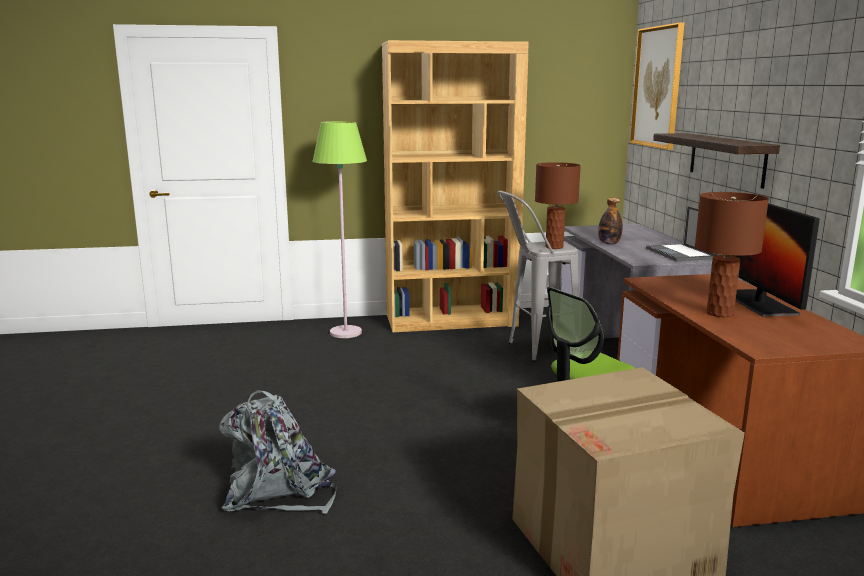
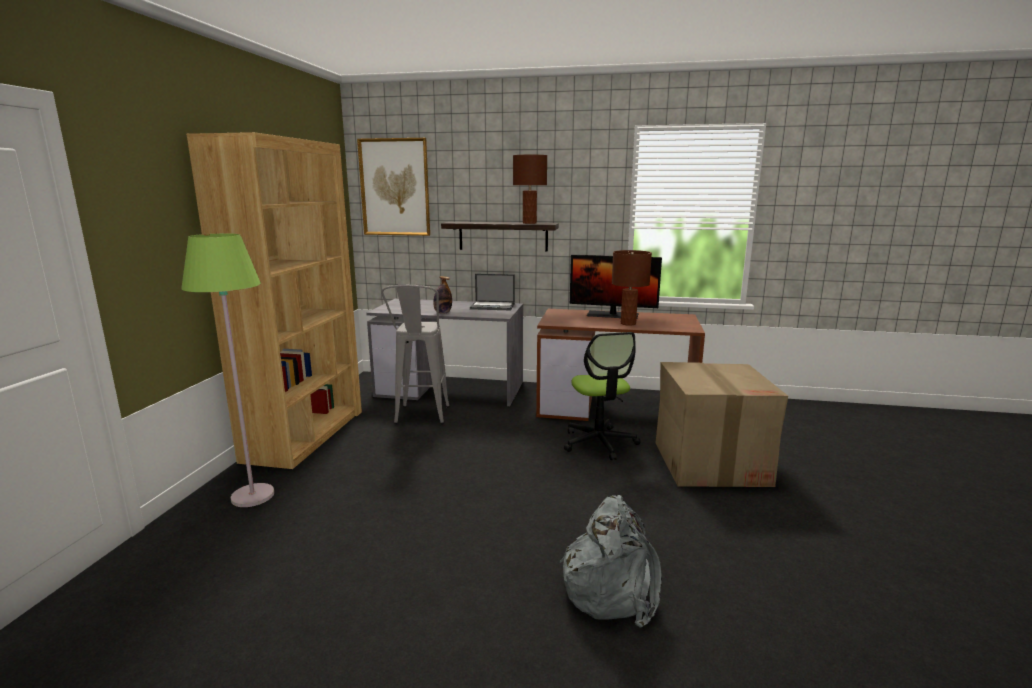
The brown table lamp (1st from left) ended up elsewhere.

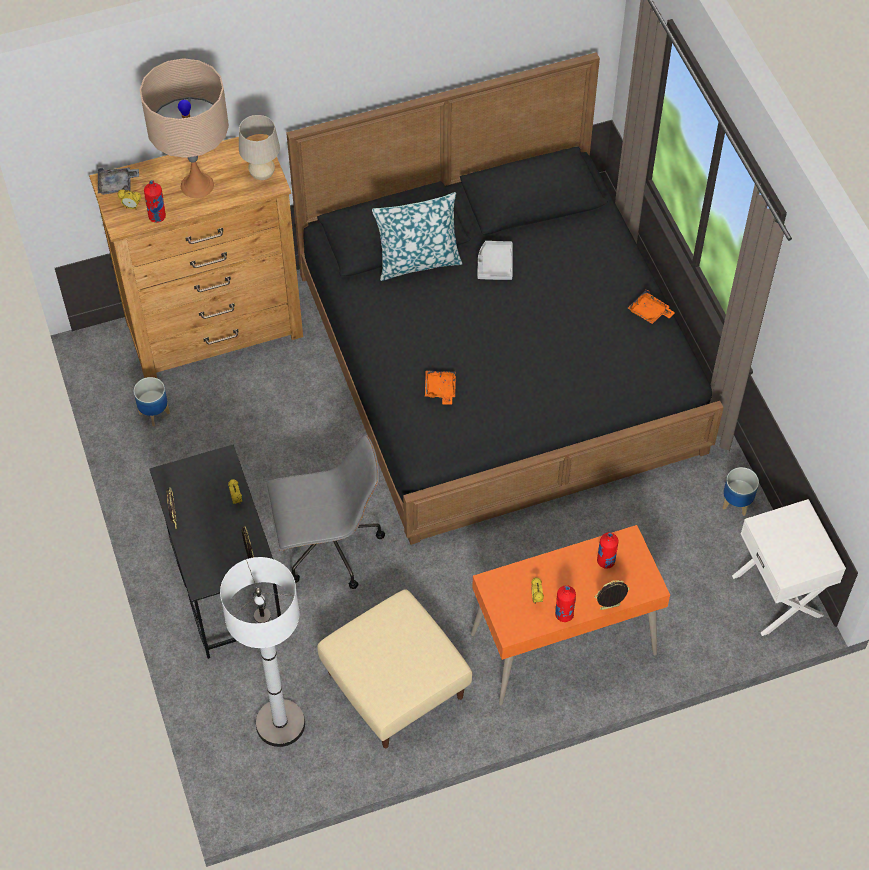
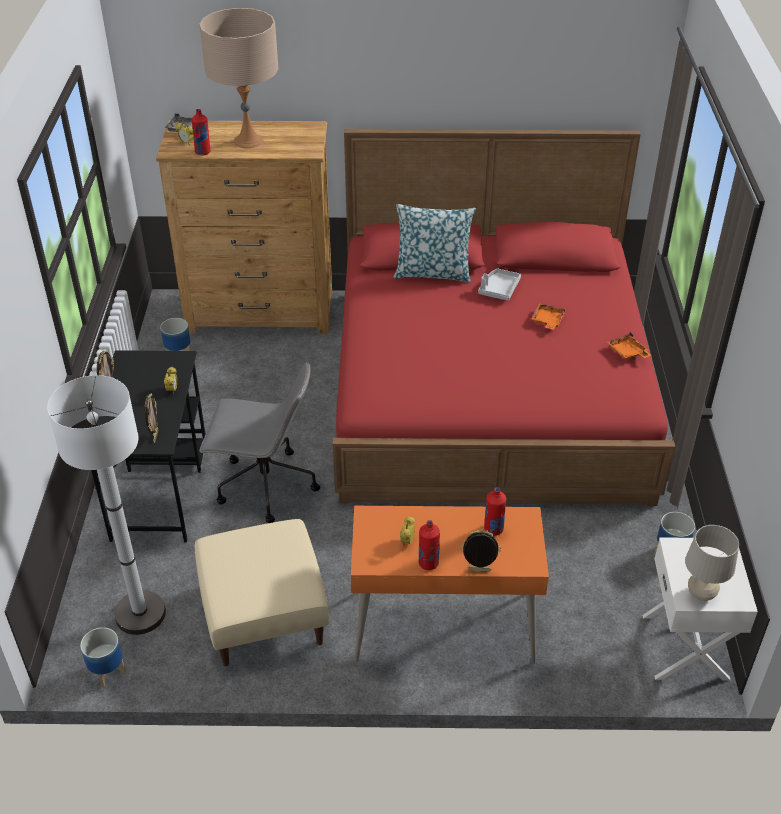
What was the black bed turned into the red bed.
The beige table lamp (2nd from left) ended up elsewhere.
The orange tray (1st from left) ended up elsewhere.
The second view gained the planter (1st from left).

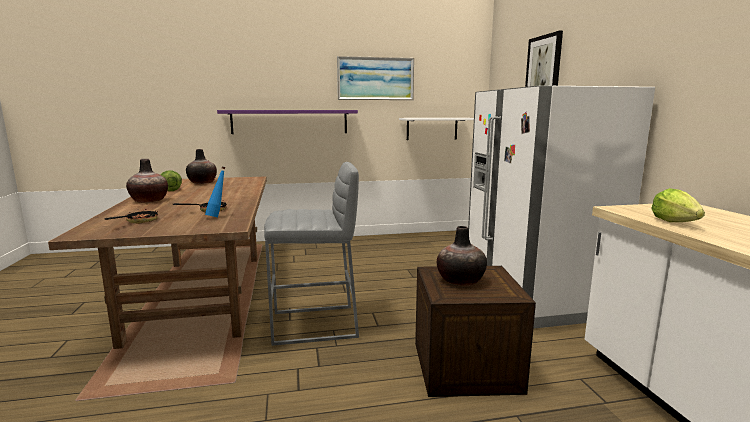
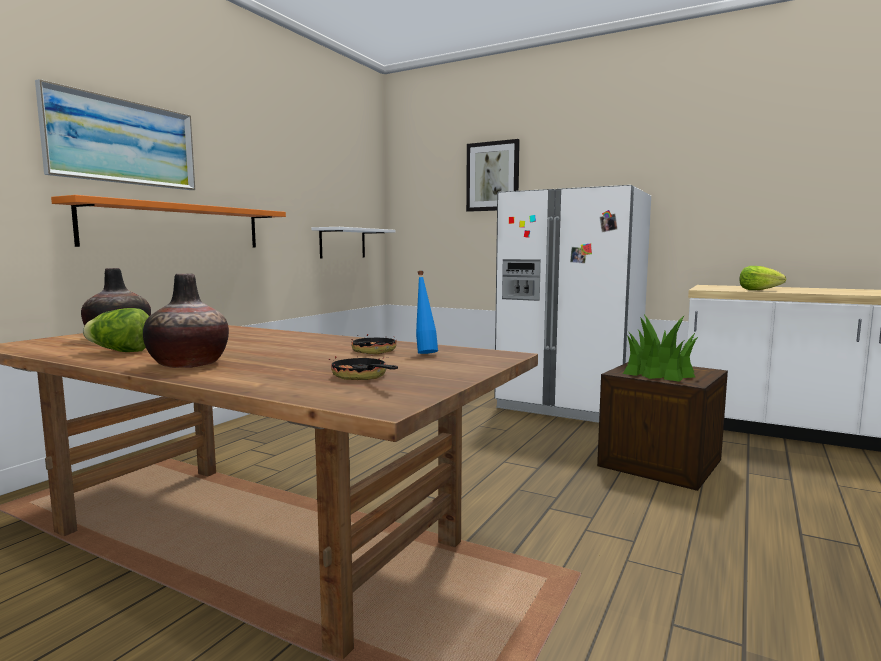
The picture (1st from left) ended up elsewhere.
What was the purple shelf turned into the orange shelf.
The second view lost the grey stool.
Where the vase (3rd from left) stood, the potted plant came to stand.

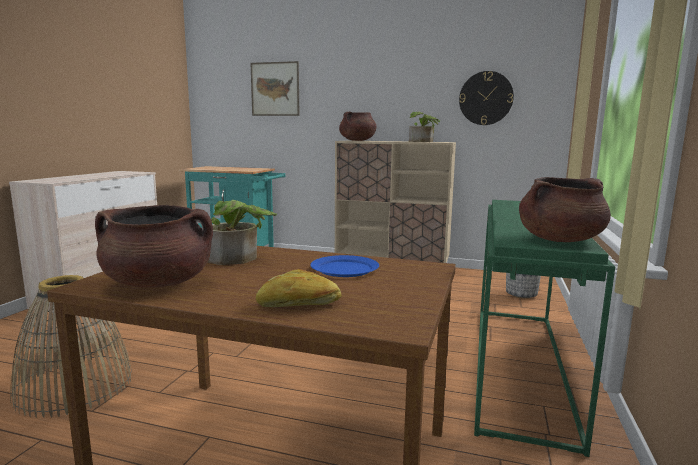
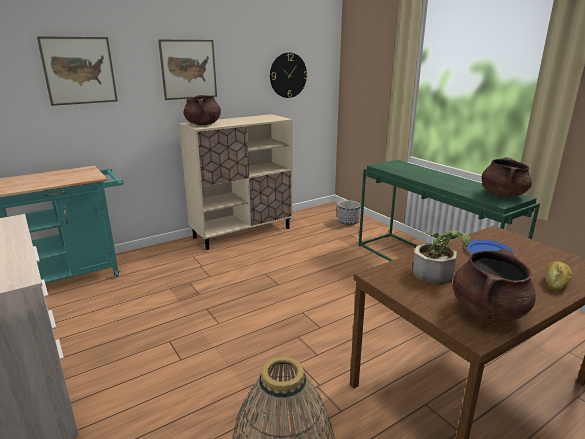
The second view lost the potted plant (2nd from left).
The second view gained the picture (2nd from left).

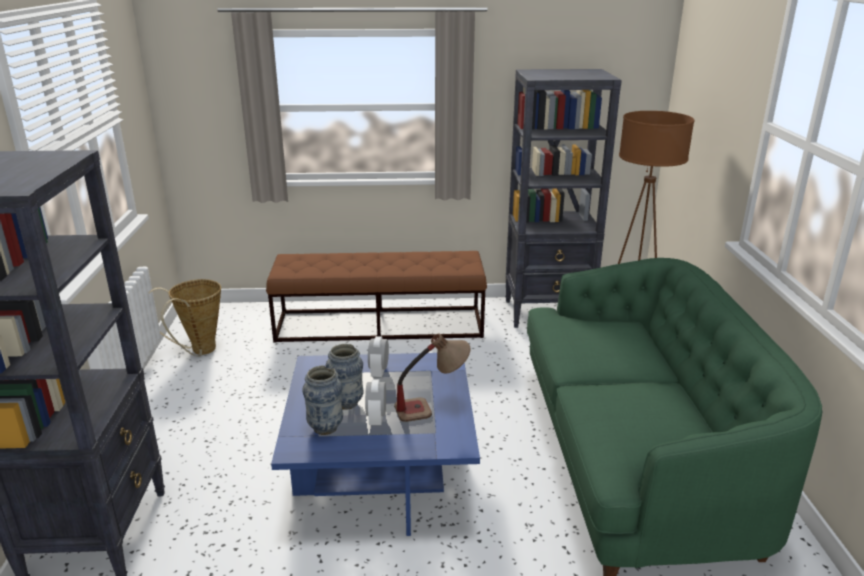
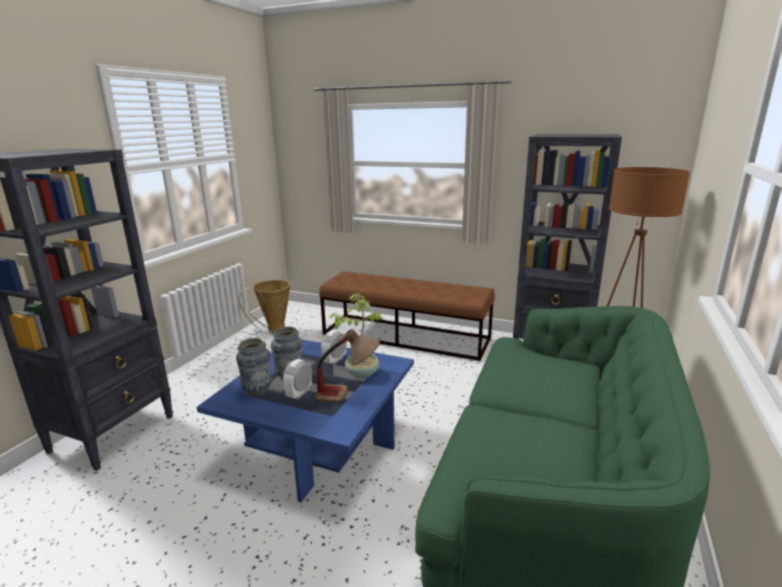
The second view gained the potted plant.

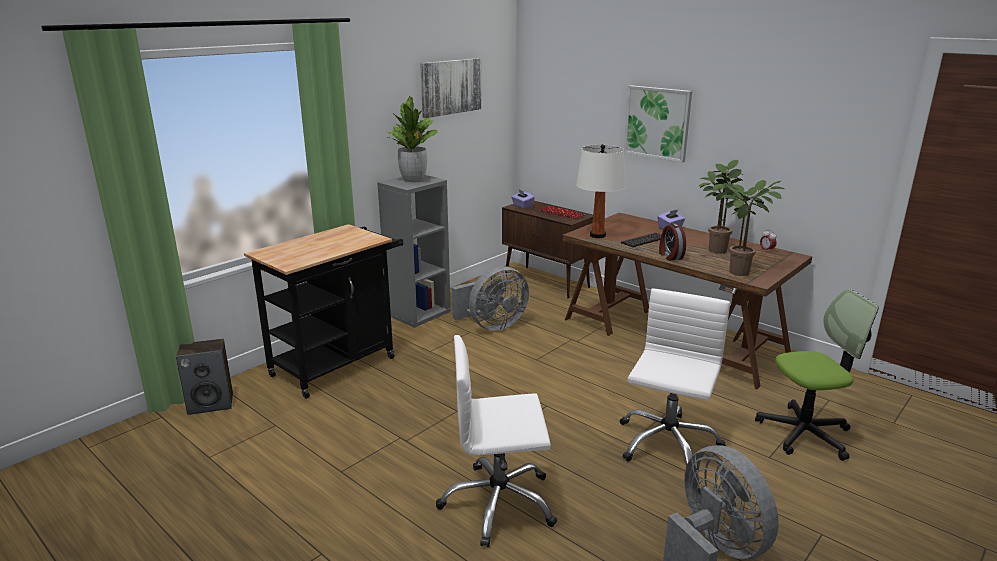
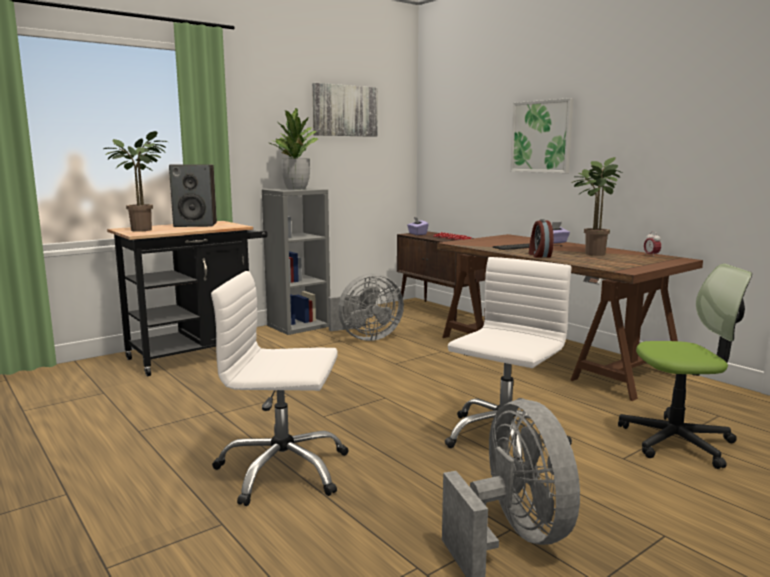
The second view lost the white table lamp.
The potted plant (3rd from left in the first image) ended up elsewhere.
The speaker ended up elsewhere.

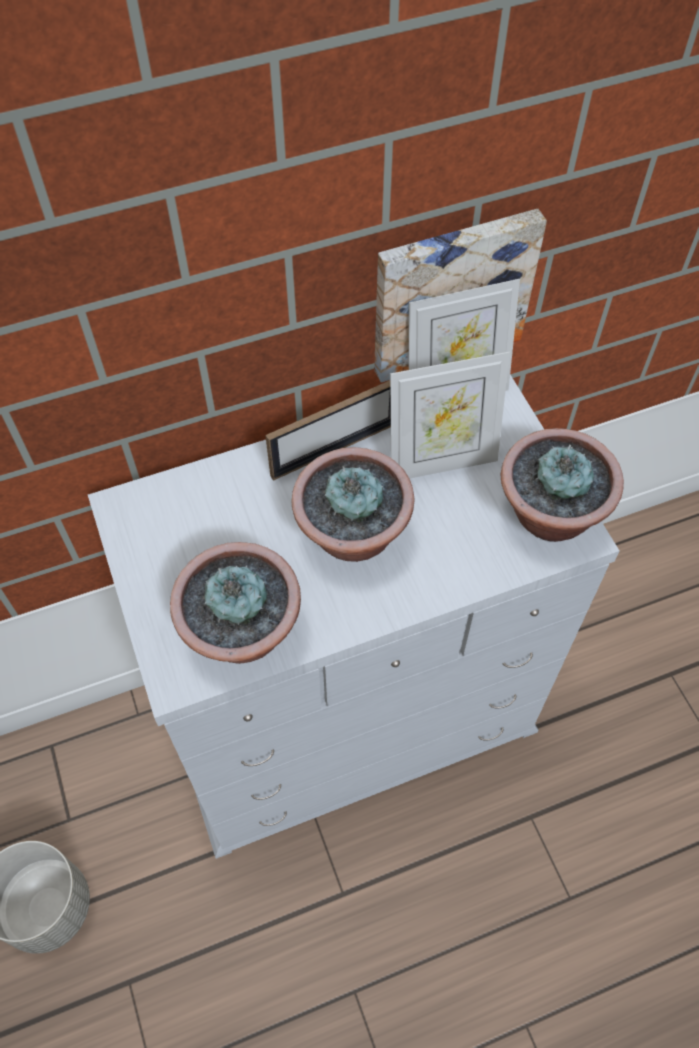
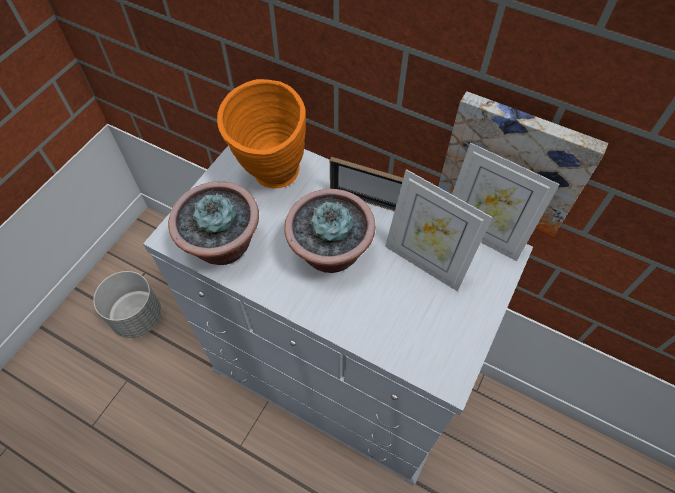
The second view lost the potted plant (3rd from left).
The second view gained the orange vase.

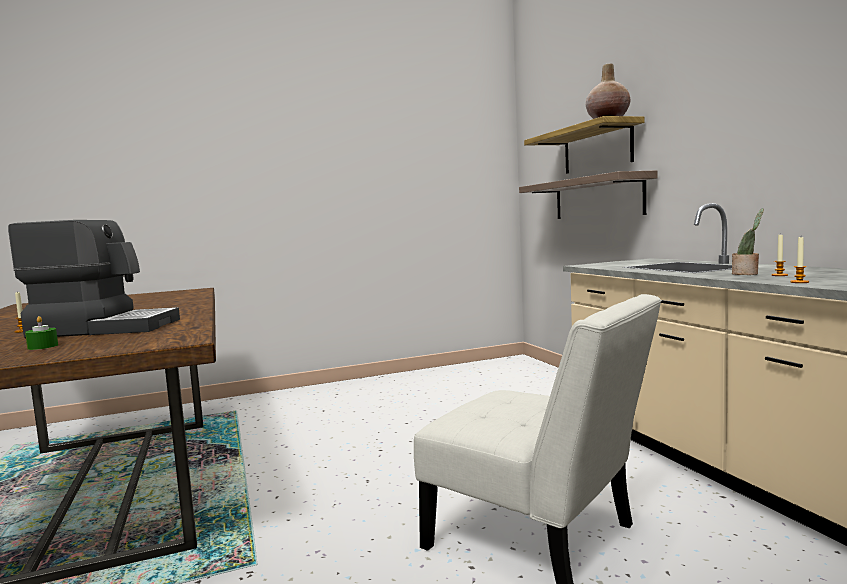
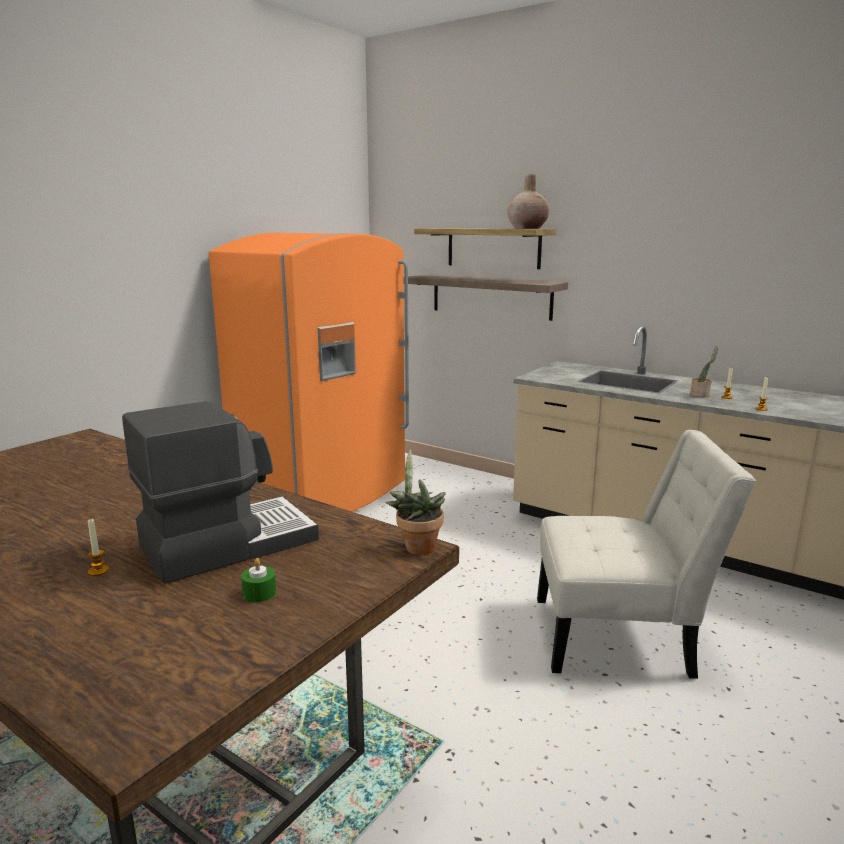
The second view gained the orange fridge.
The second view gained the potted plant (1st from left).

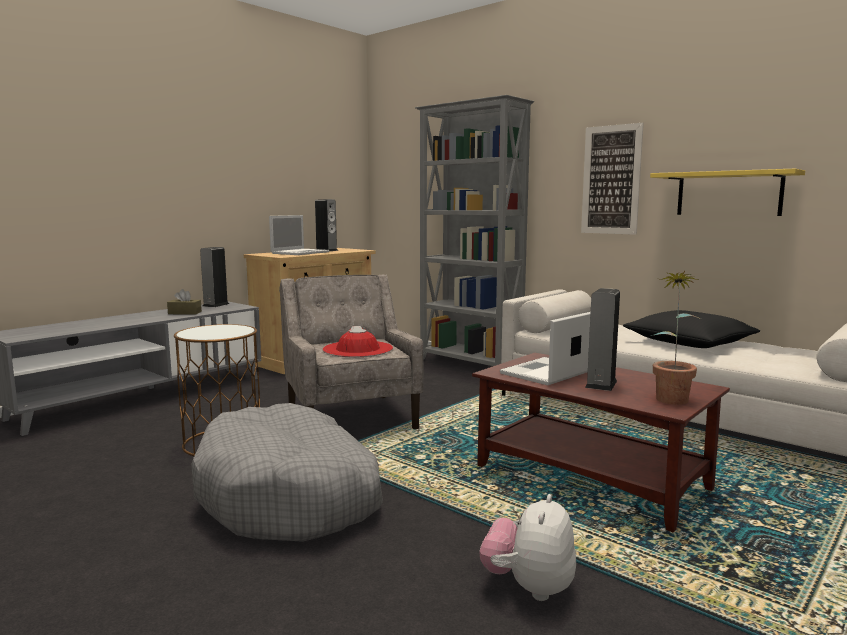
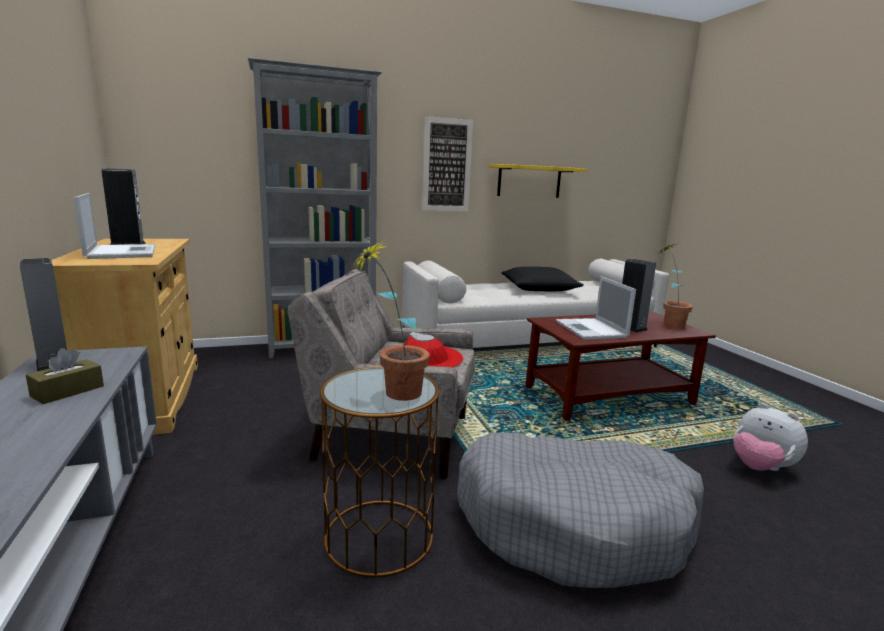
The second view gained the potted plant (1st from left).

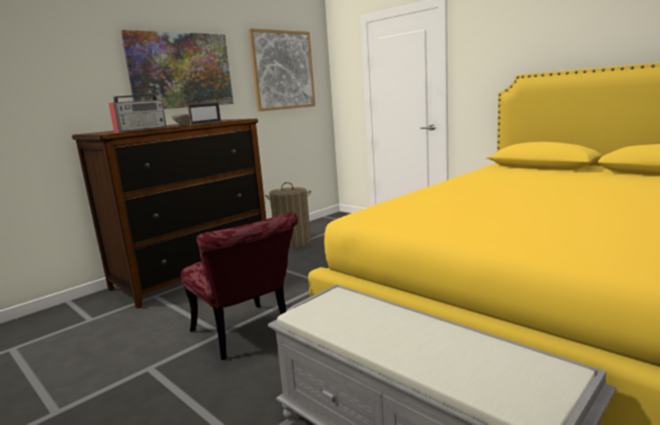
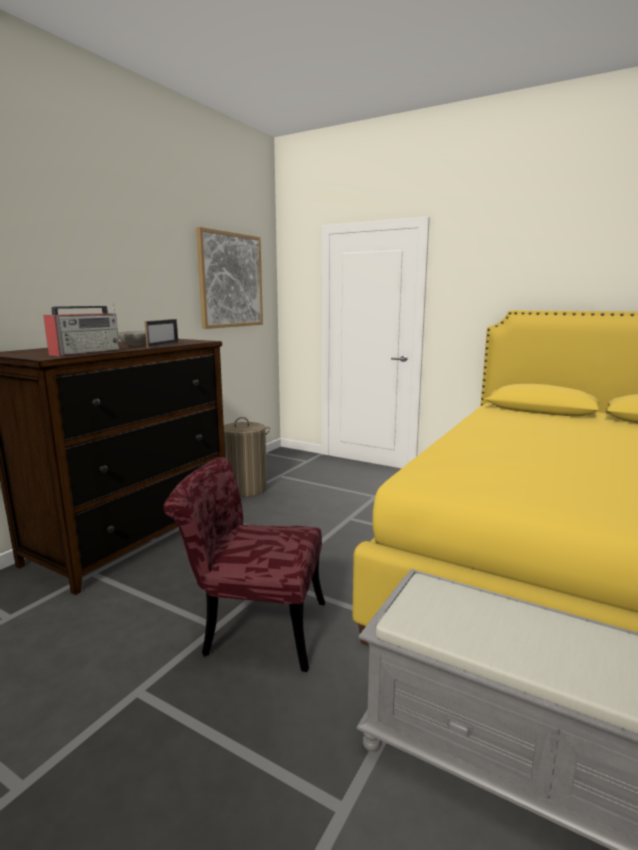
The second view lost the picture (1st from left).
The red chair ended up facing another way, 150 degrees clockwise from before.

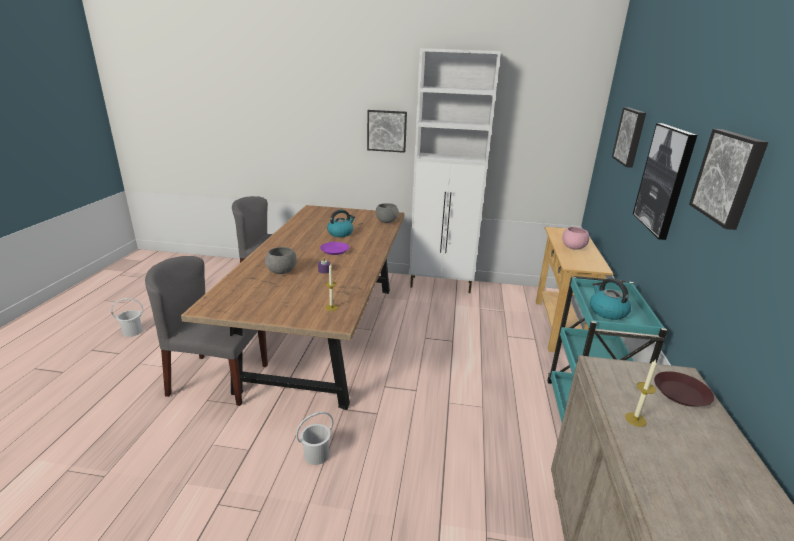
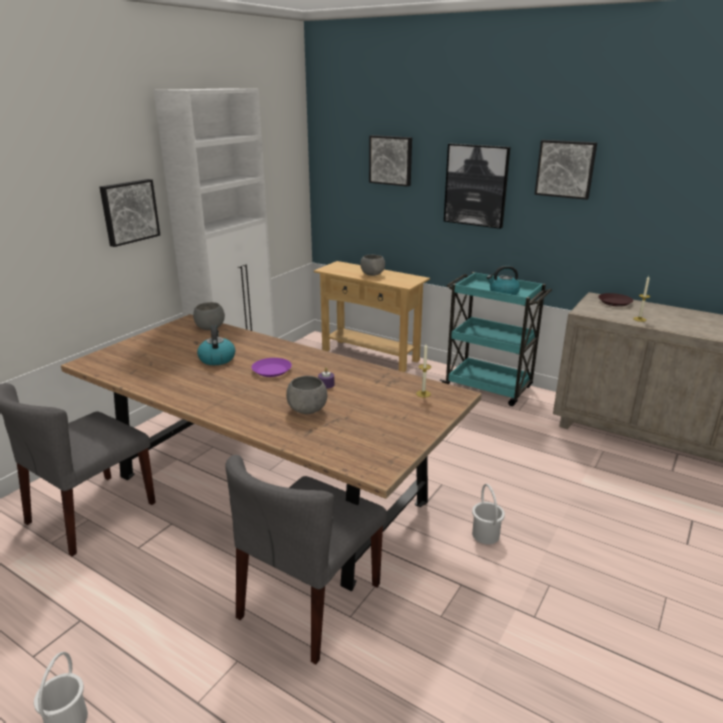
What was the pink bowl turned into the grey bowl (3rd from left).

